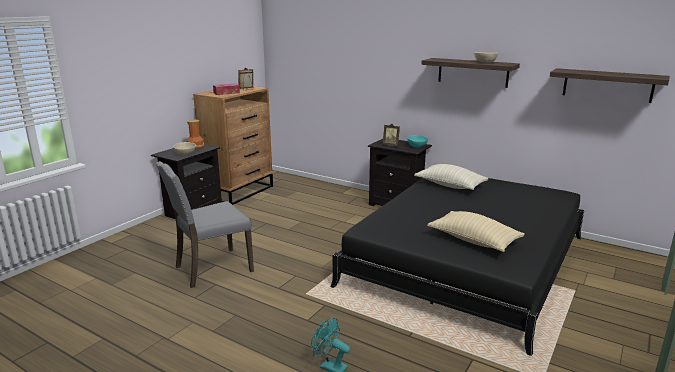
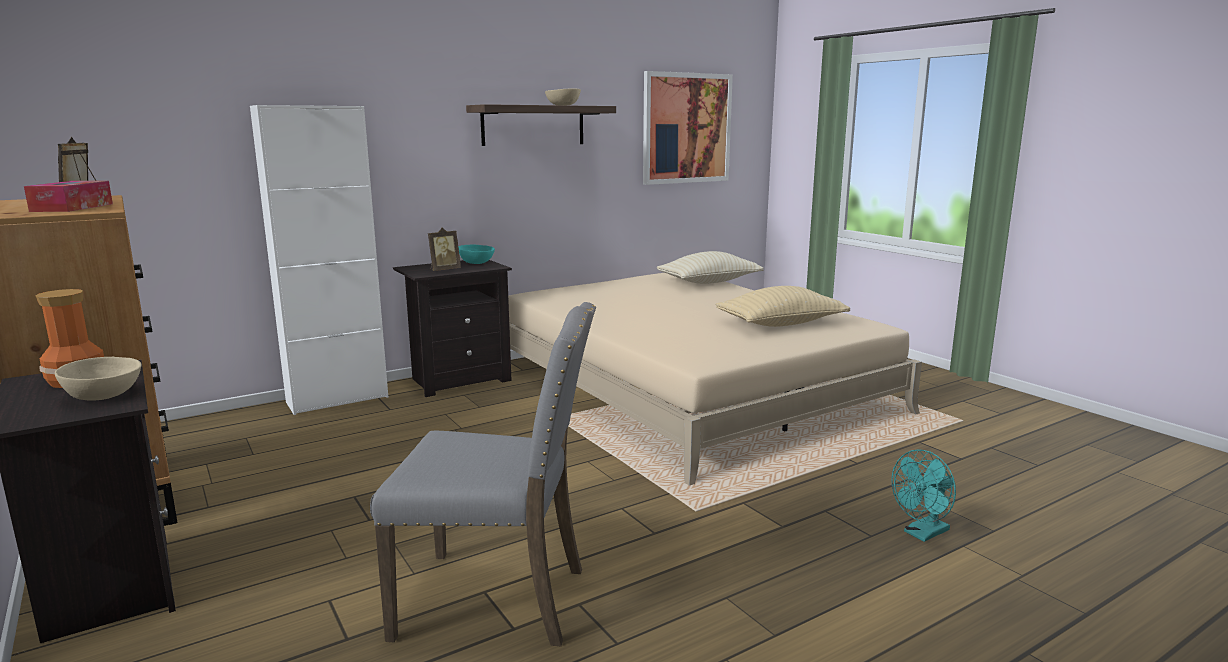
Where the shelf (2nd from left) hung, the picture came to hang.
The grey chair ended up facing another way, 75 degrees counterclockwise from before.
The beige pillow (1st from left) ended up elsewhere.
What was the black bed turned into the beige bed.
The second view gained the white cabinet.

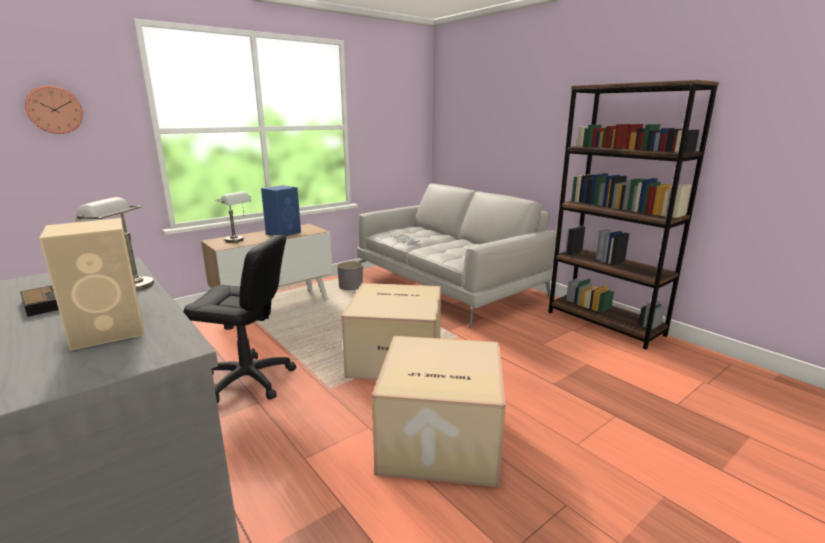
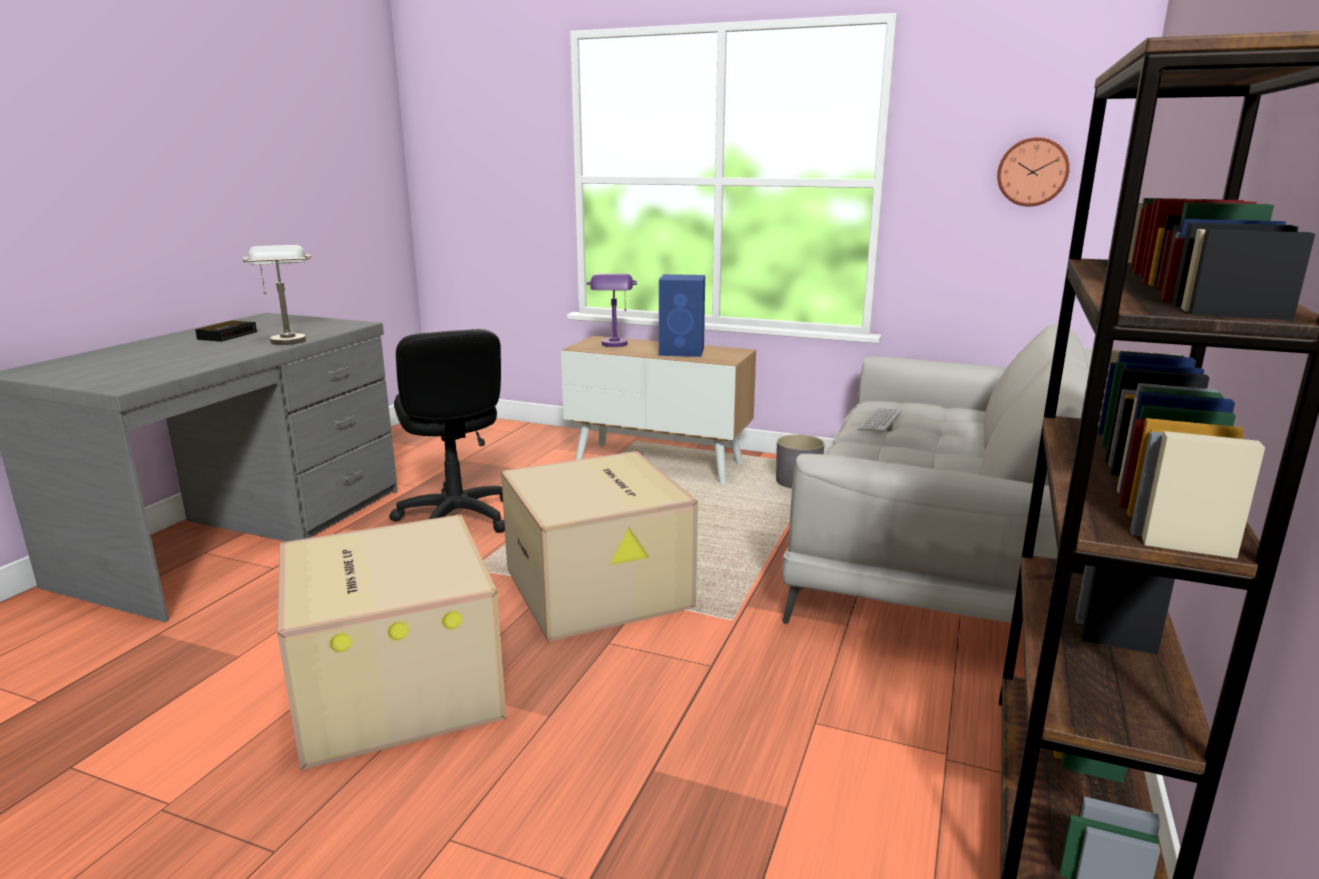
The wall clock ended up elsewhere.
What was the grey table lamp (2nd from left) turned into the purple table lamp.
The second view lost the beige speaker.

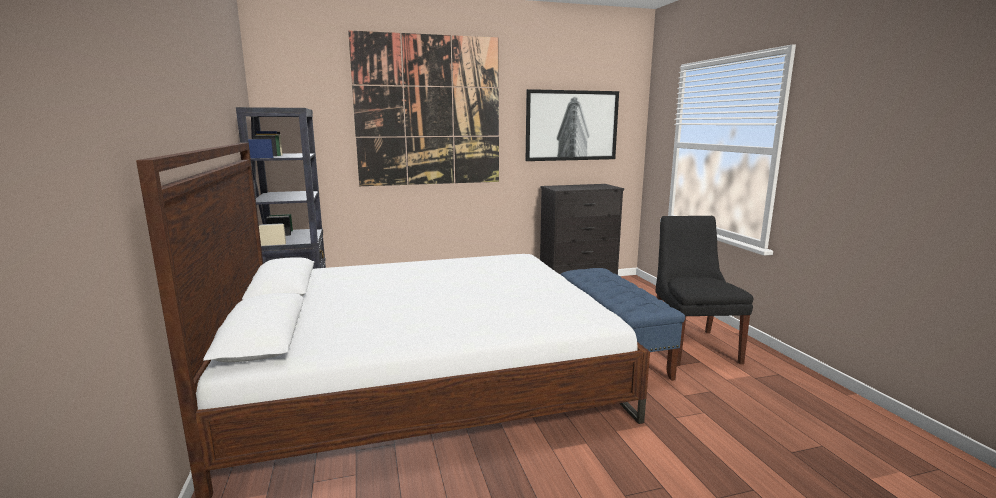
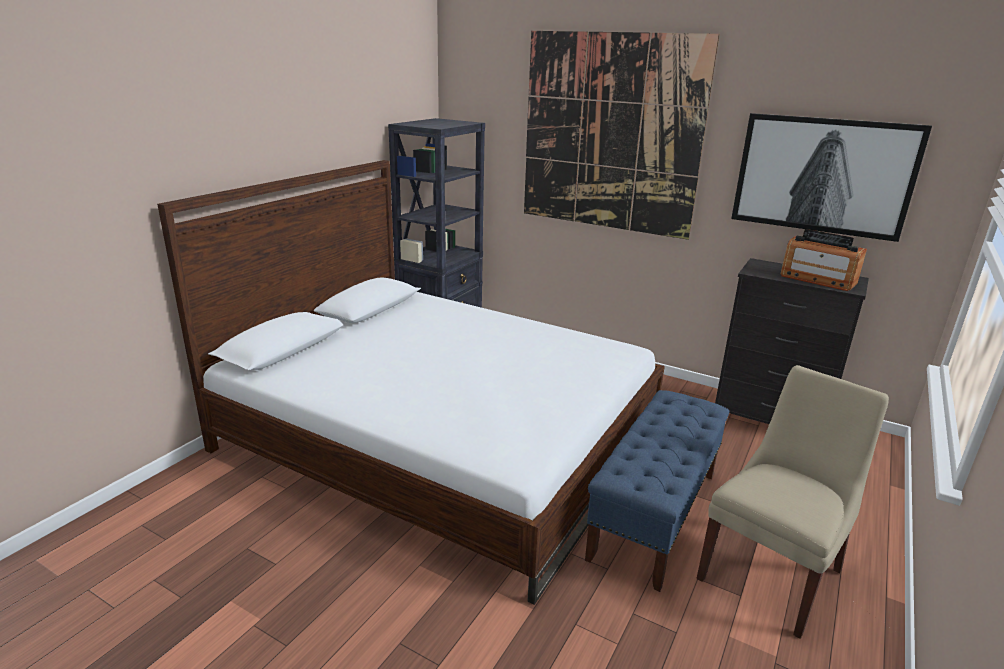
What was the black chair turned into the beige chair.
The second view gained the radio.

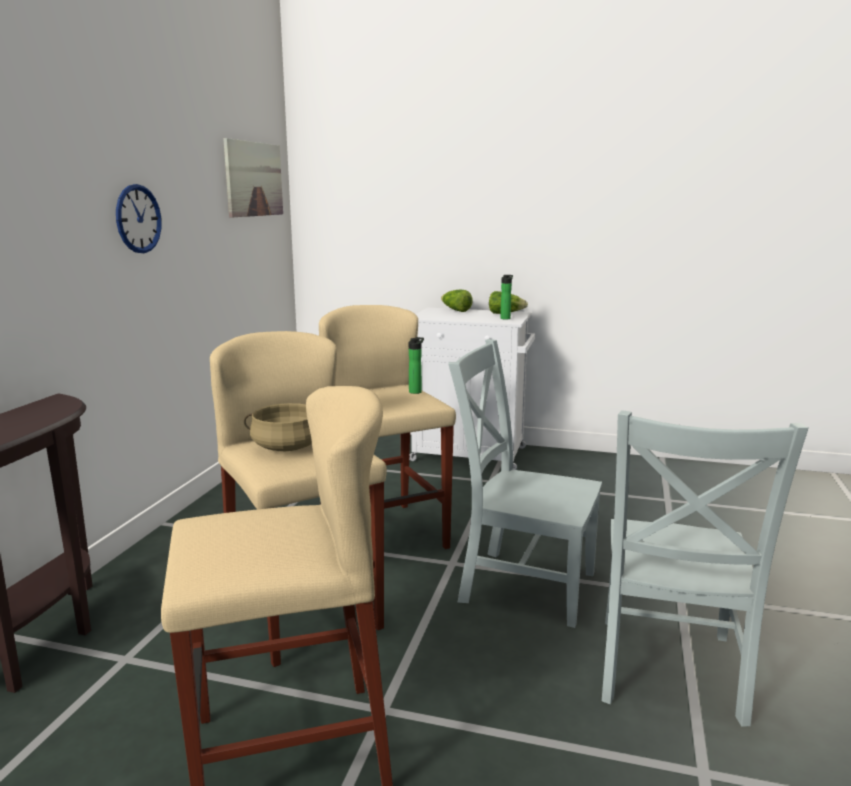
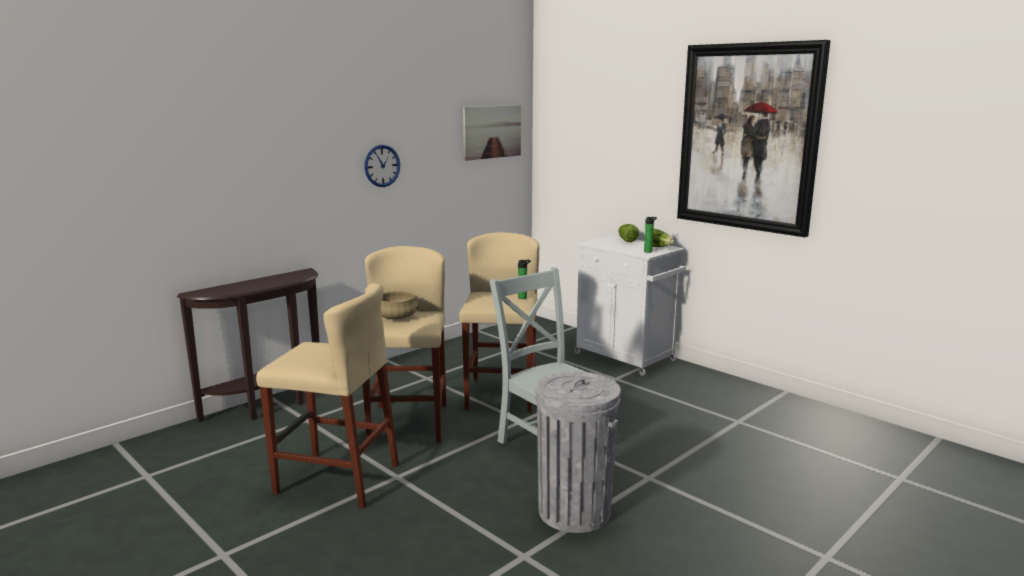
Where the grey chair (2nd from left) stood, the grey trash can came to stand.
The second view gained the picture (2nd from left).

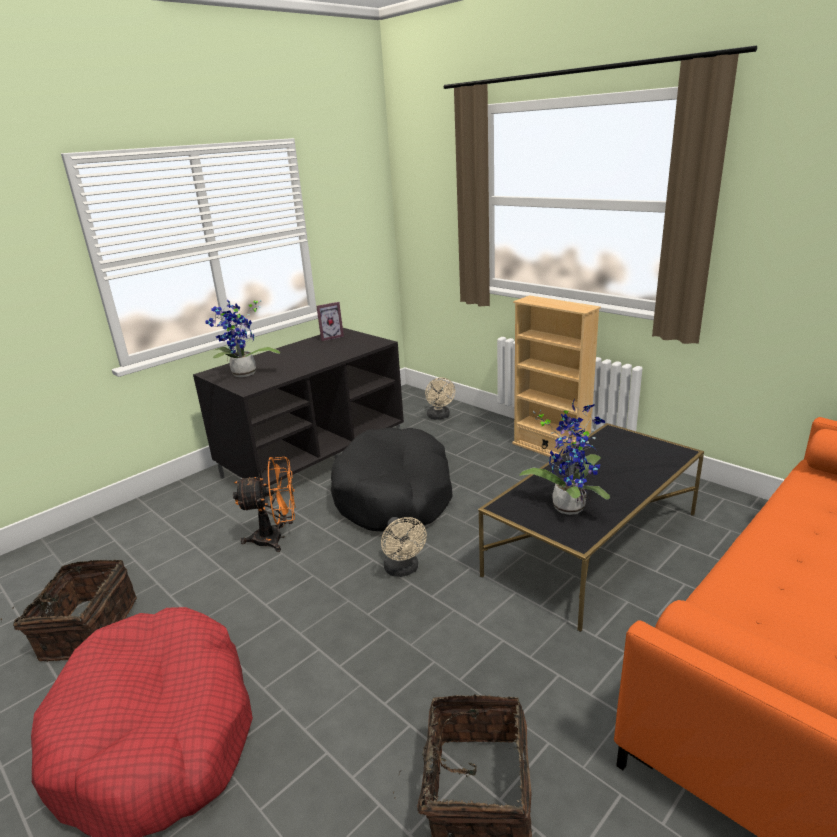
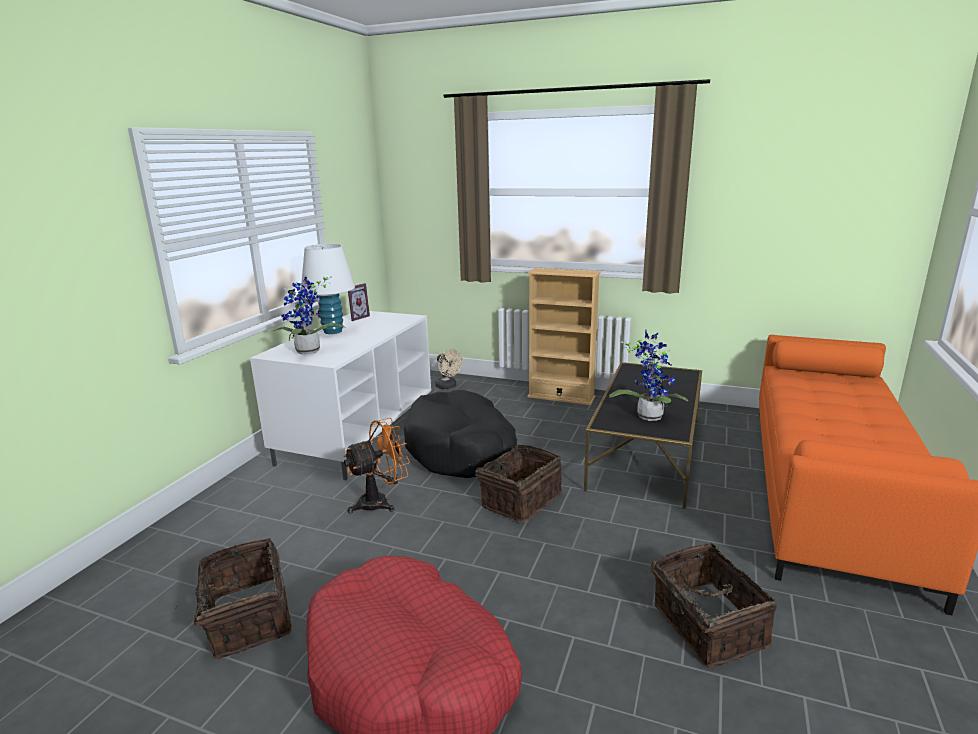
What was the black tv stand turned into the white tv stand.
Where the beige fan (1st from left) stood, the basket (2nd from left) came to stand.
The second view gained the white table lamp.

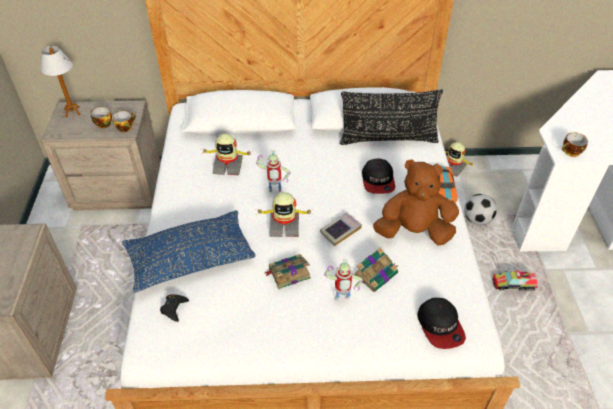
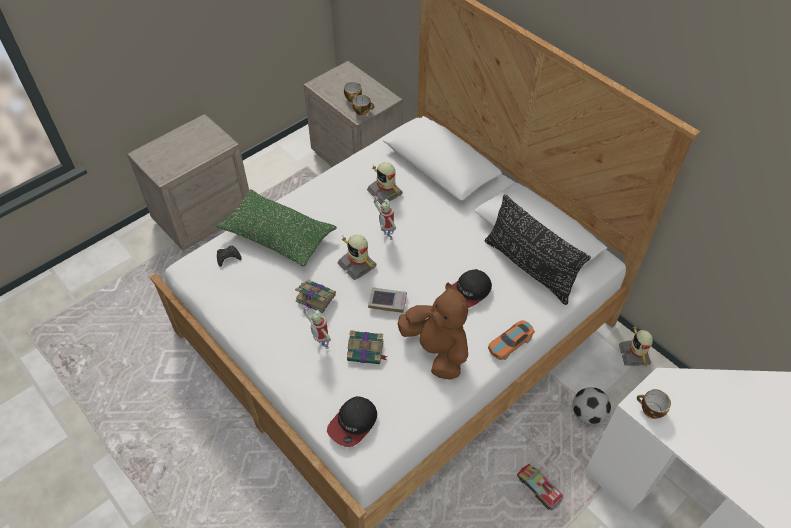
The second view lost the table lamp.
What was the blue pillow turned into the green pillow.

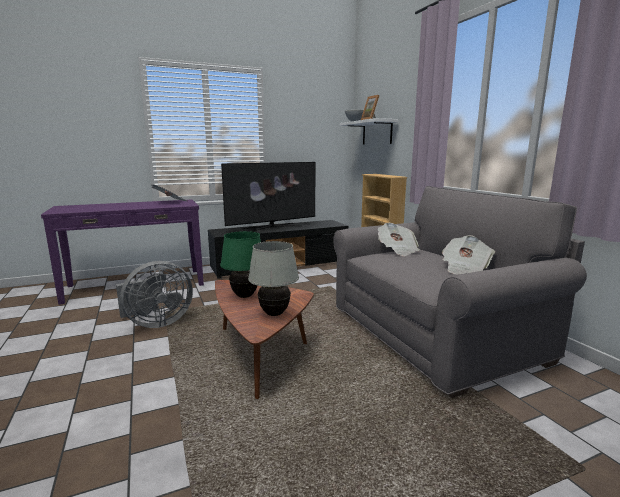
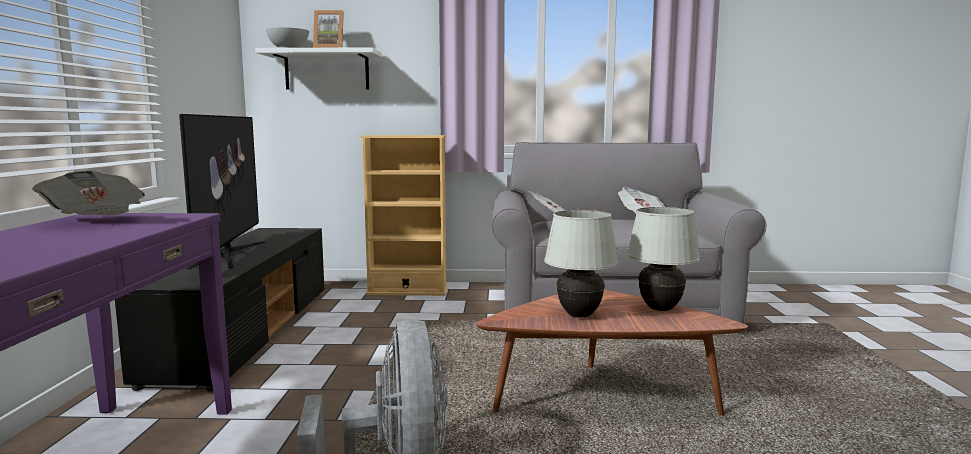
What was the green table lamp turned into the white table lamp (1st from left).

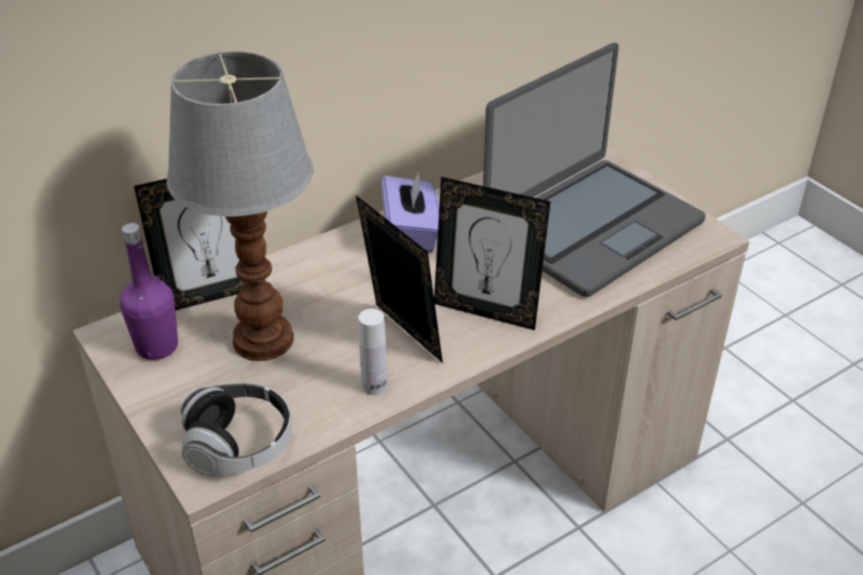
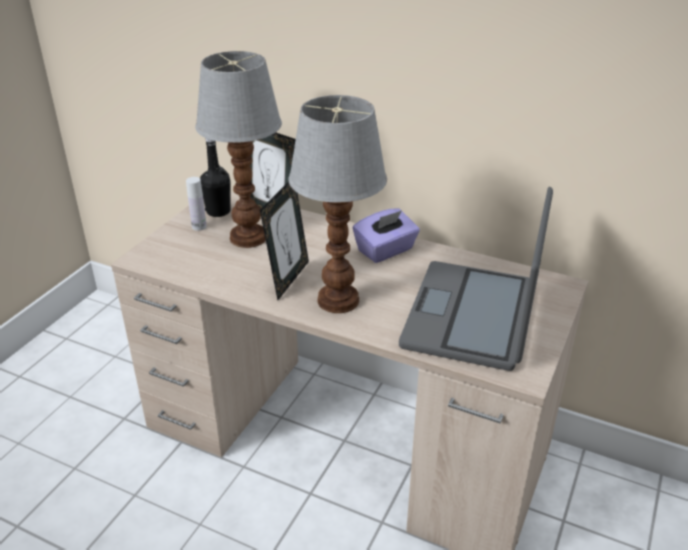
The laptop ended up facing another way, 90 degrees clockwise from before.
Where the picture frame (3rd from left) stood, the table lamp (2nd from left) came to stand.
What was the purple bottle turned into the black bottle.
The white bottle ended up elsewhere.
The second view lost the headphones.

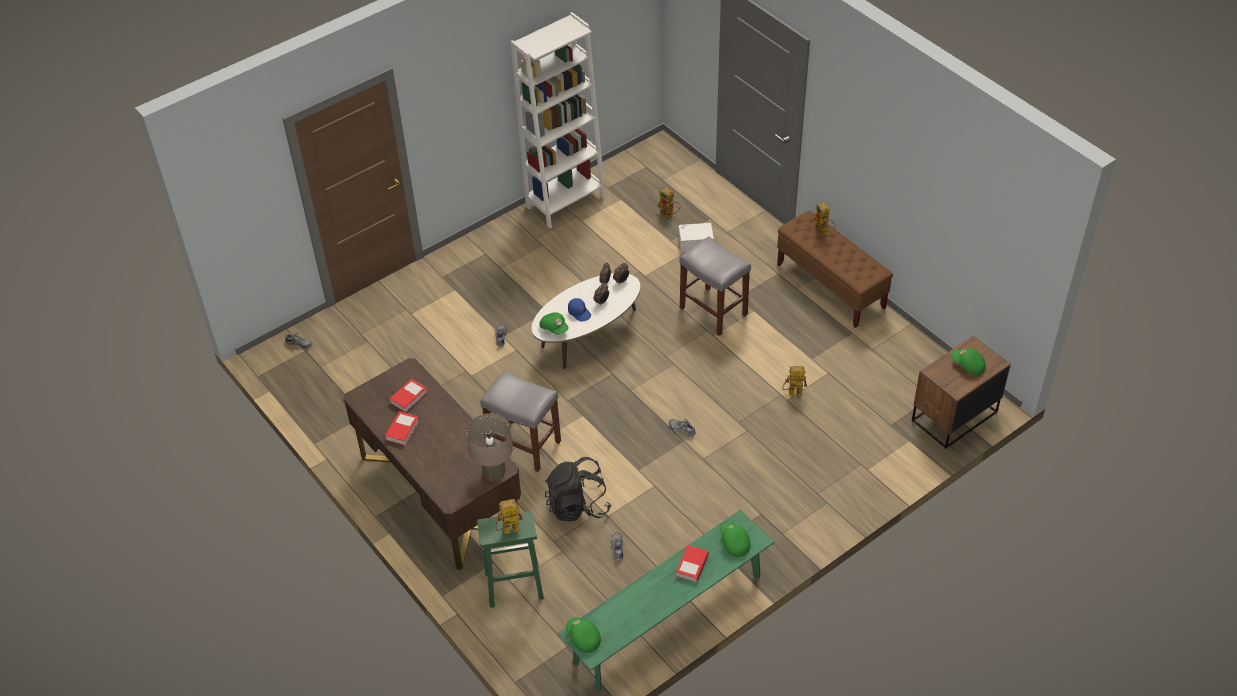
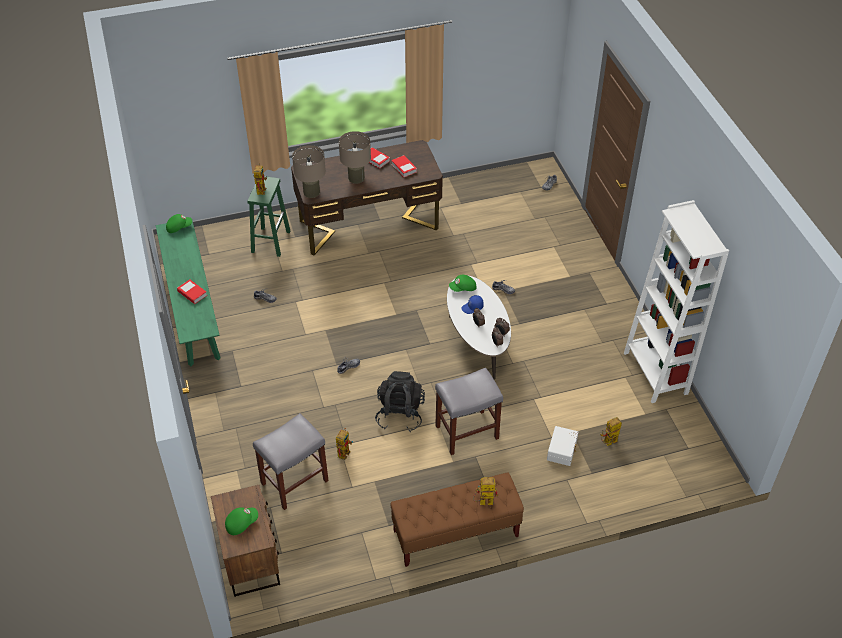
The grey stool (1st from left) ended up elsewhere.
The black backpack ended up elsewhere.
The second view lost the green cap (3rd from left).
The second view gained the beige table lamp (2nd from left).

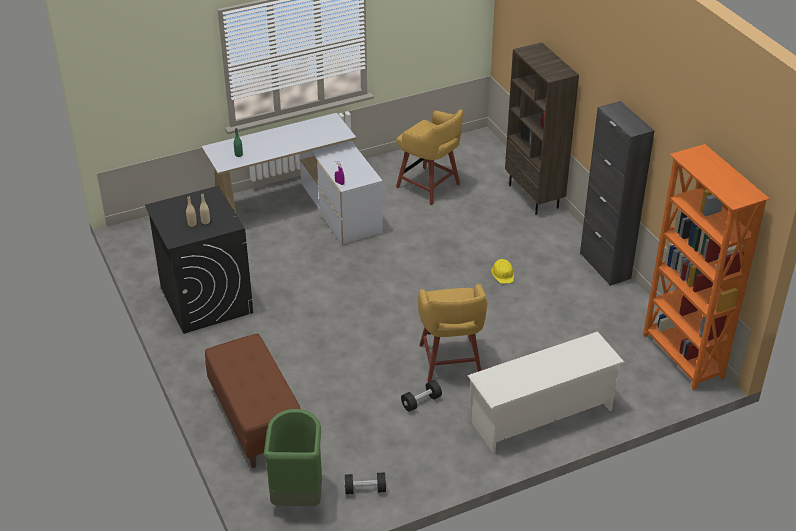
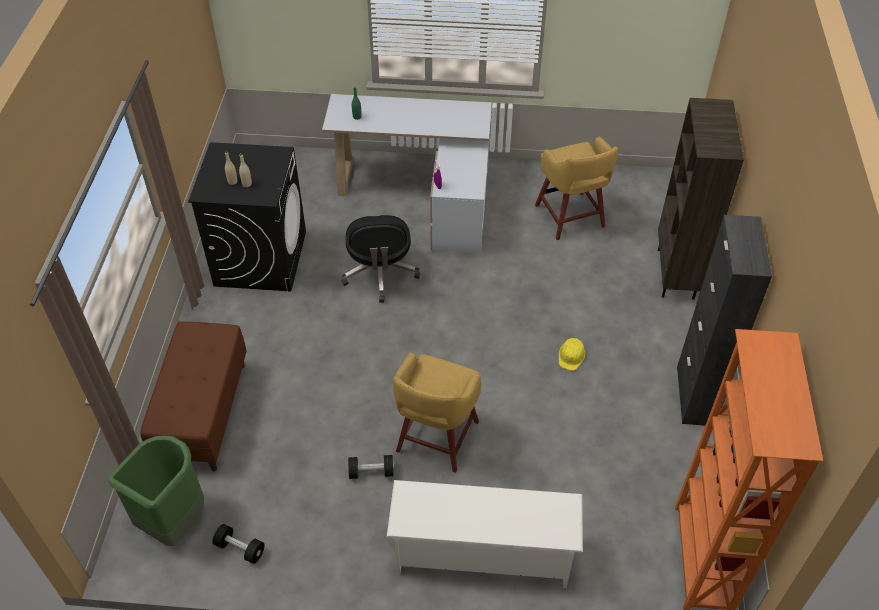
The second view gained the black office chair.

